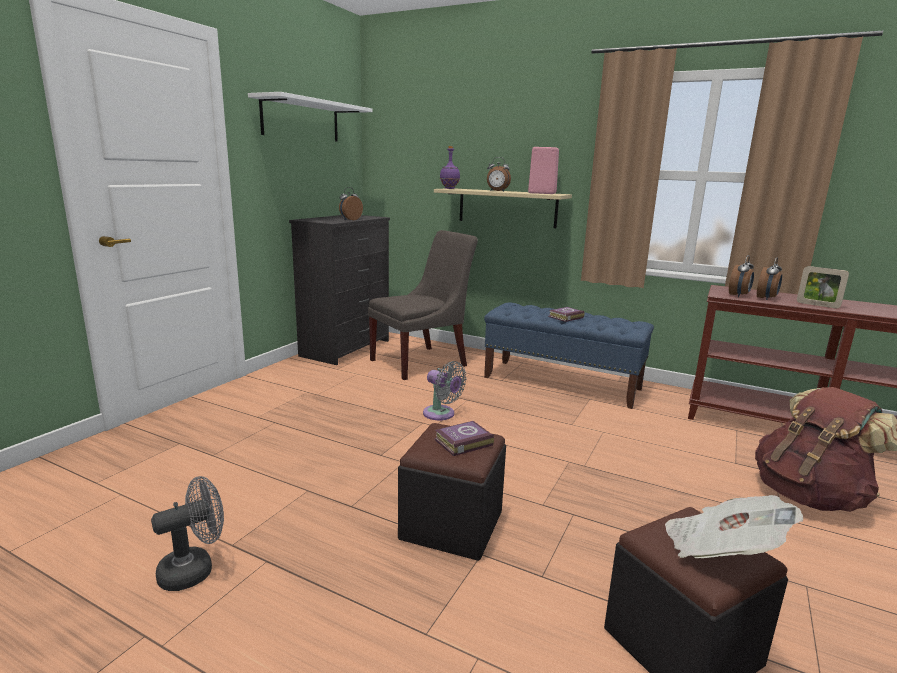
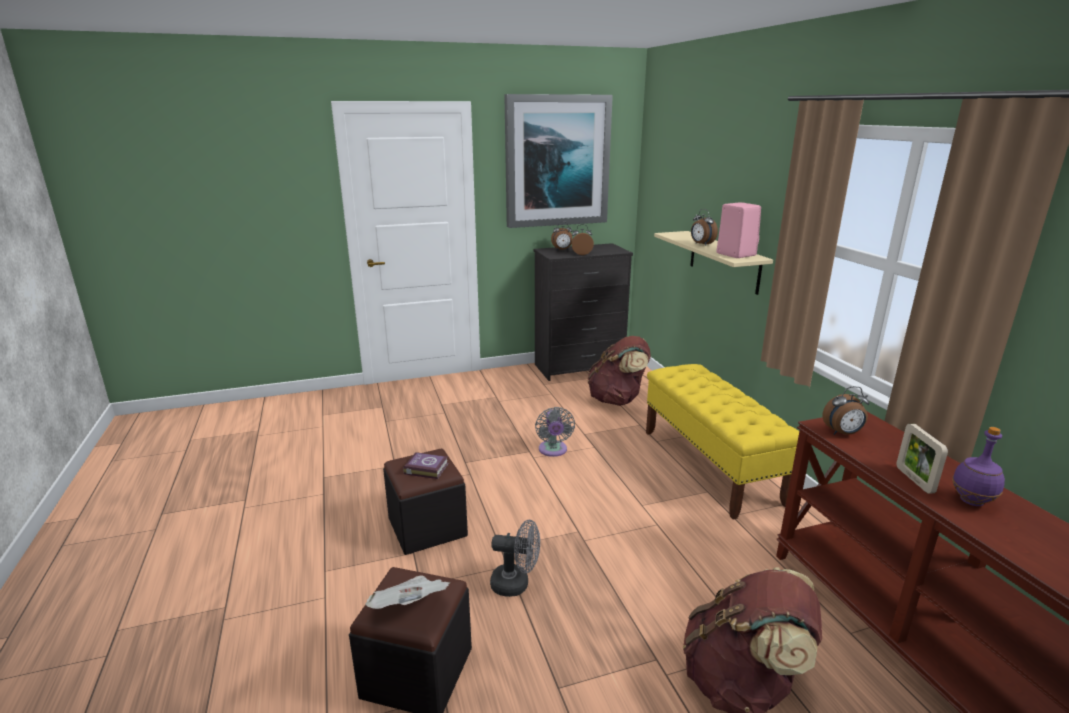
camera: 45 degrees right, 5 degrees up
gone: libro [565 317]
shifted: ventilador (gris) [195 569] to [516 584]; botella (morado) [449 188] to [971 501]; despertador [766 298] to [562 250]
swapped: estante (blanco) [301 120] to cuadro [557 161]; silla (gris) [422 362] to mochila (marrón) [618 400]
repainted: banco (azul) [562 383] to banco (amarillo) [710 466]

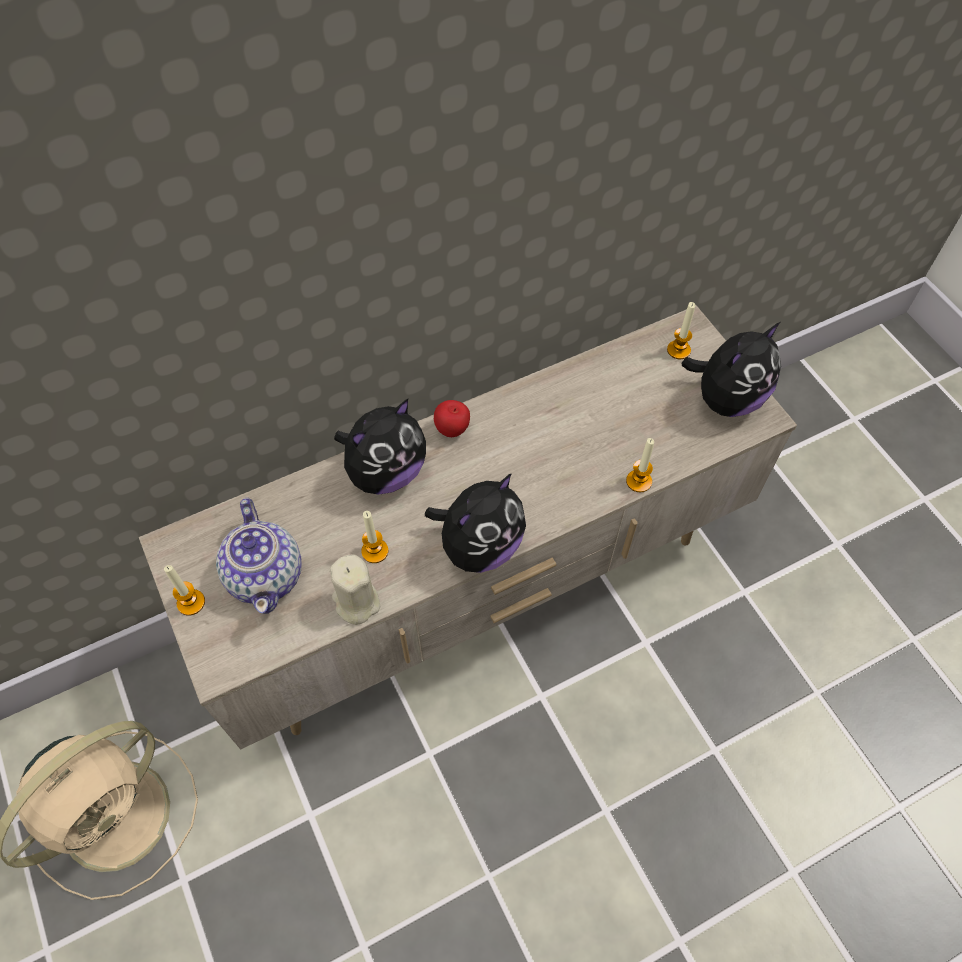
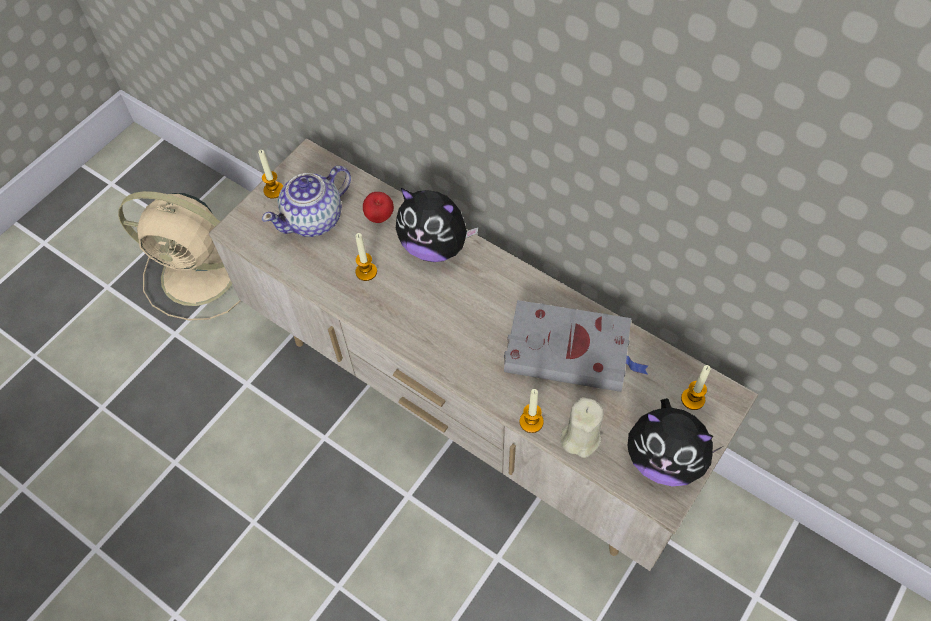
camera: 65 degrees right, 0 degrees up
gone: peluche [479 546]
new: libro (gris) [571 351]
shifted: vela (beis) [356 602] to [580 437]; manzana [452 430] to [380 218]

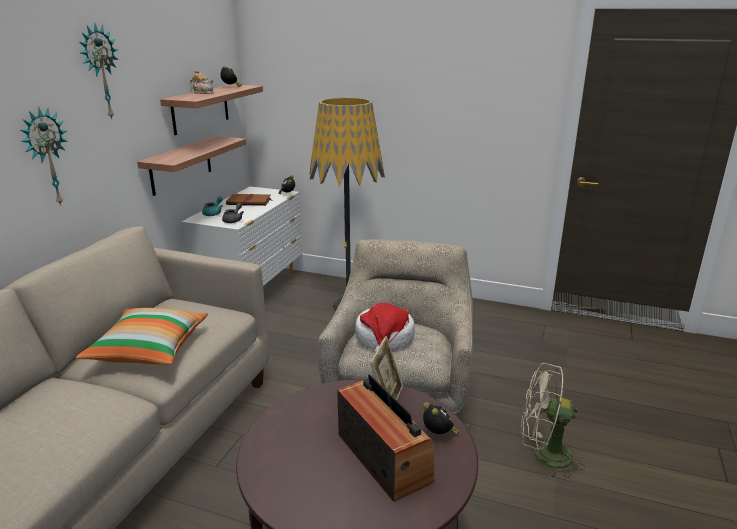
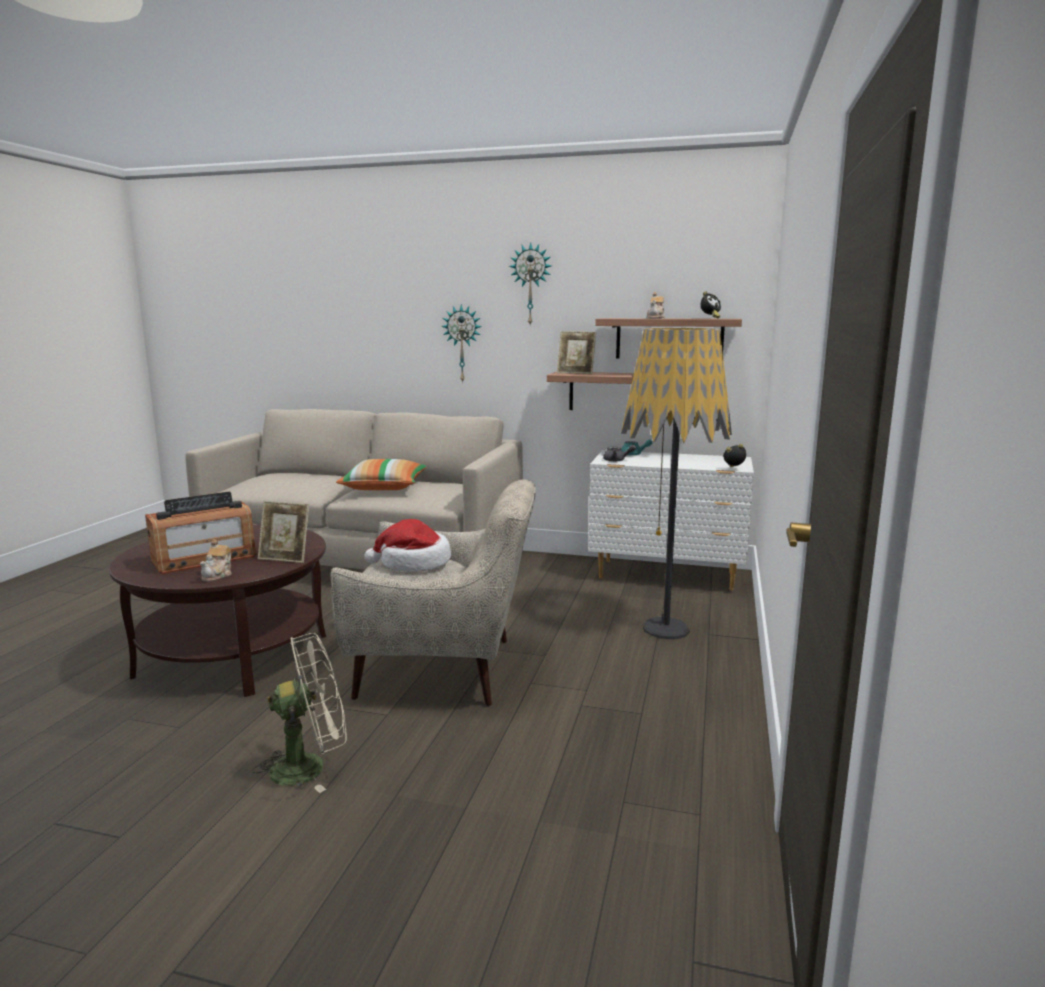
camera: 85 degrees right, 10 degrees down
gone: libro (marrón) [250 202]
new: portarretratos [576 373]
swapped: despertador [439 435] to tetera [218 575]
rotated: ventilador (beis) [543 455] = [310 766] 60 degrees clockwise

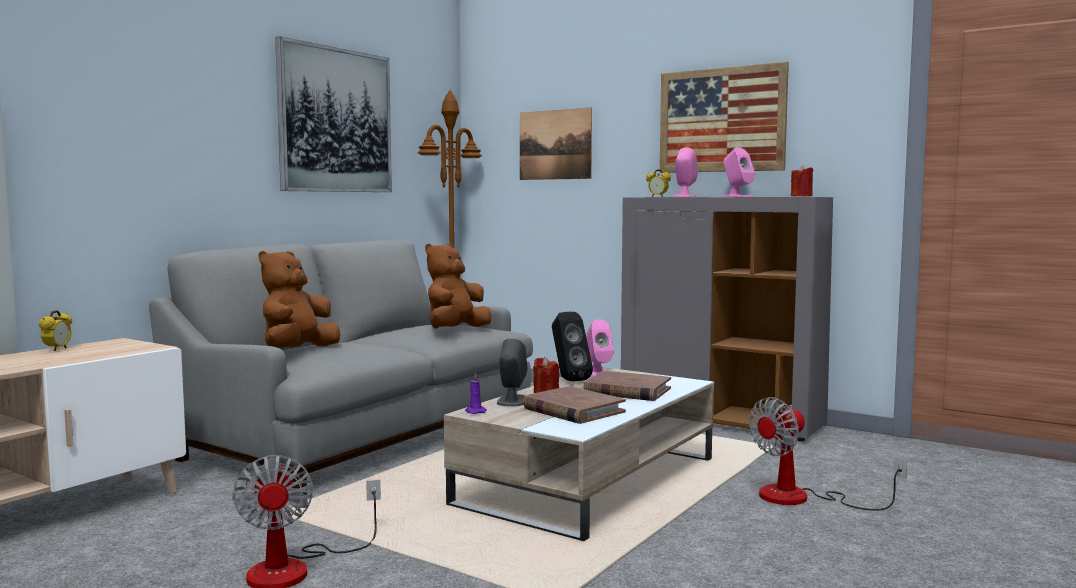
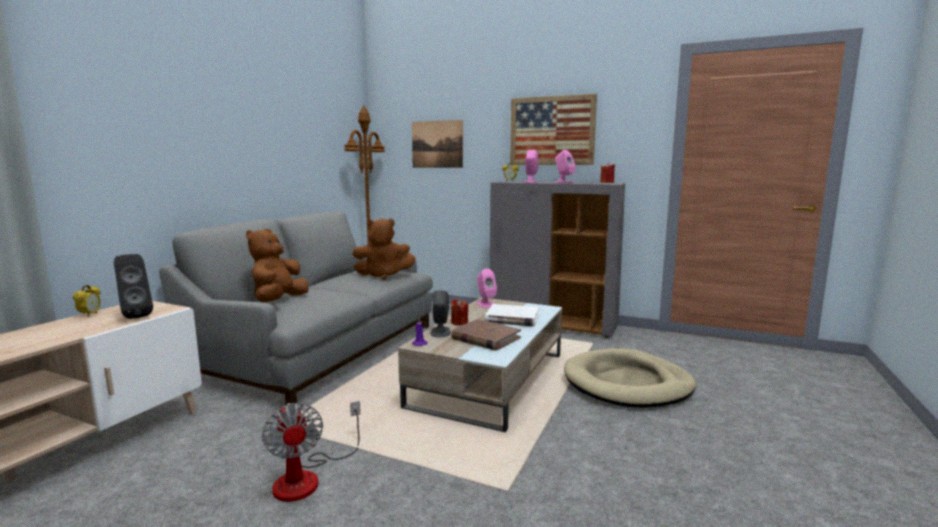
camera: 10 degrees left, 5 degrees up
gone: cuadro [335 120]
shifted: altavoz (negro) [568 380] to [136 316]
swapped: ventilador [802 498] to cama para perro (beis) [627 383]
repainted: libro (marrón) [627 391] to libro (blanco) [512 318]
rotated: peluche (marrón) [455 330] = [383 275] 120 degrees counterclockwise

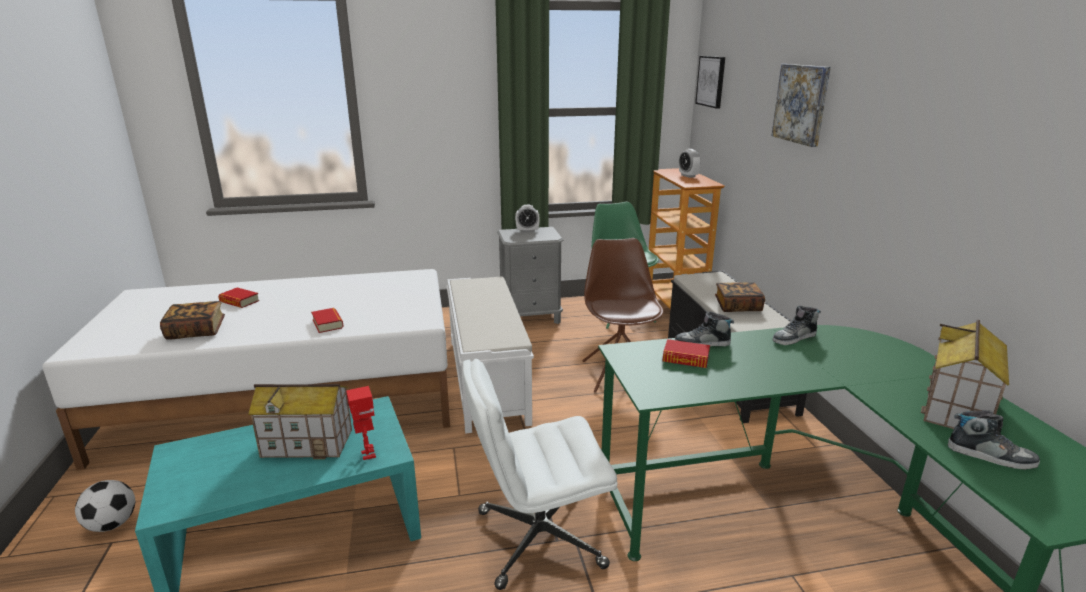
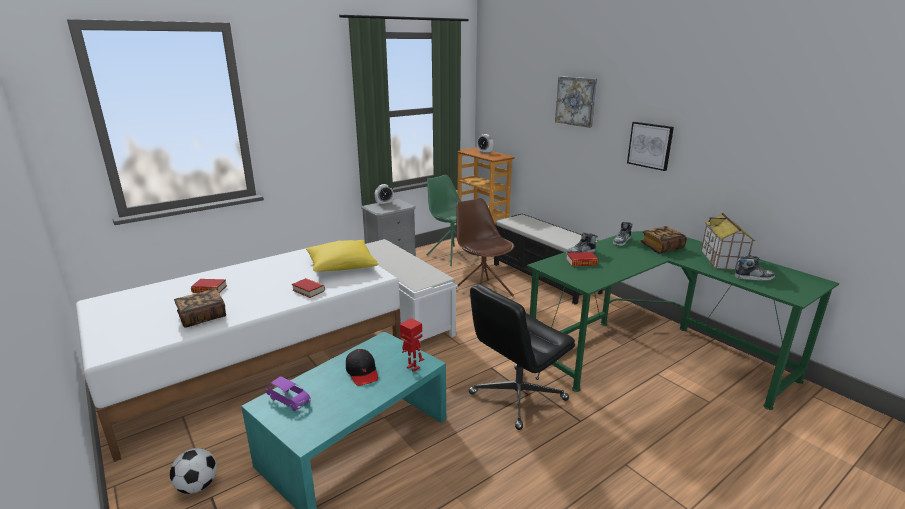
camera: 25 degrees left, 0 degrees up
new: coche de juguete (morado) [289 400]; cojín (amarillo) [341 266]
shifted: cuadro [711 81] to [650 145]; libro [738 306] to [661 247]
swapped: casita [308 443] to gorra (negro) [362 372]
repainted: silla de oficina (blanco) [538 539] to silla de oficina (negro) [517 397]

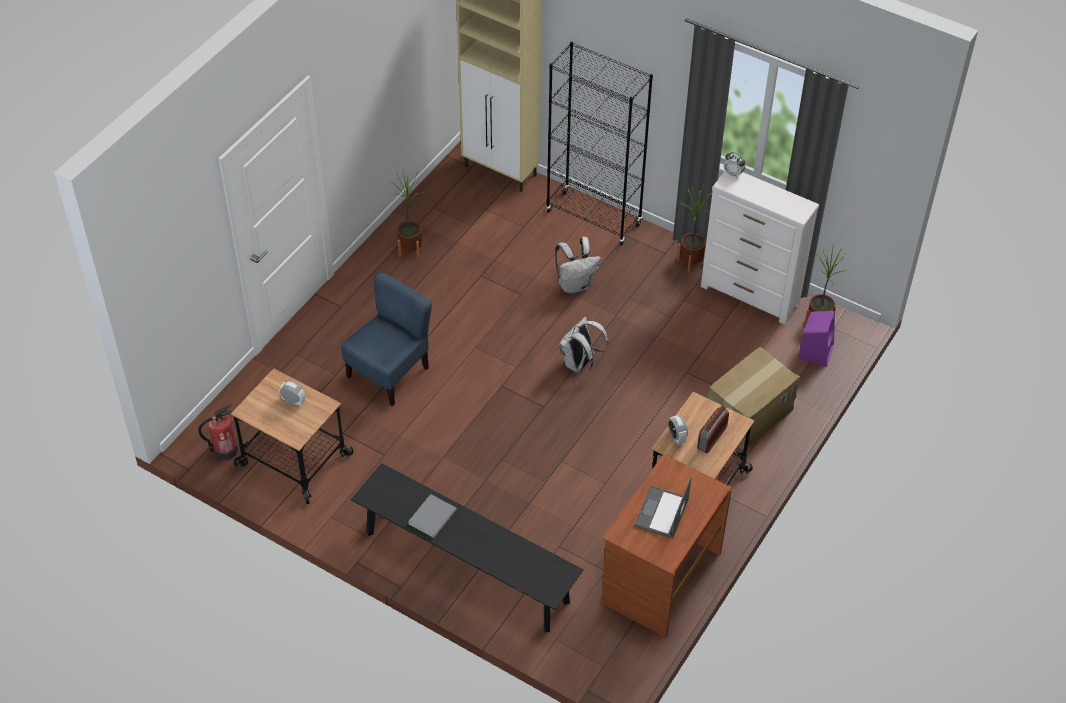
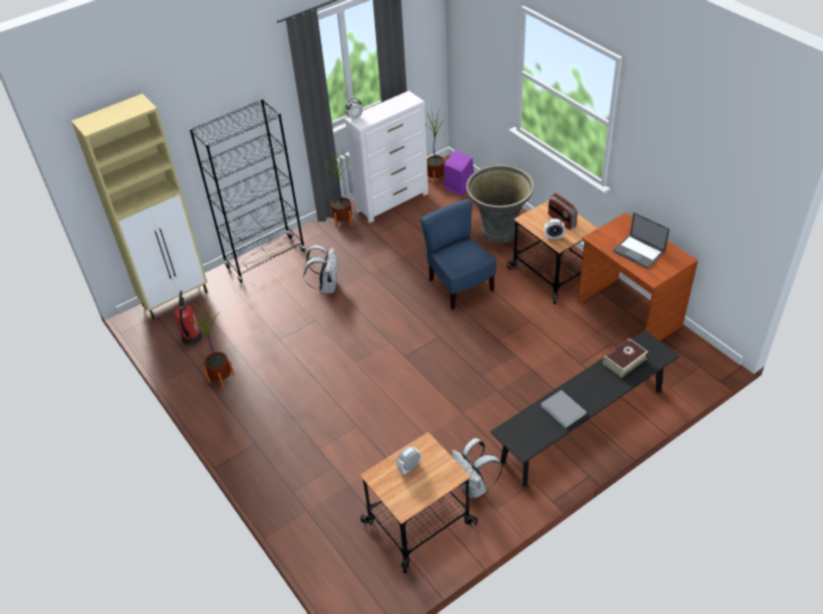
camera: 65 degrees left, 5 degrees down
new: libro [624 361]
shifted: extintor [225 450] to [191 338]; silla (azul) [389 373] to [460 286]; mochila (blanco) [580 364] to [473 486]
swapped: caja de cartón [748 413] to maceta (gris) [498 231]

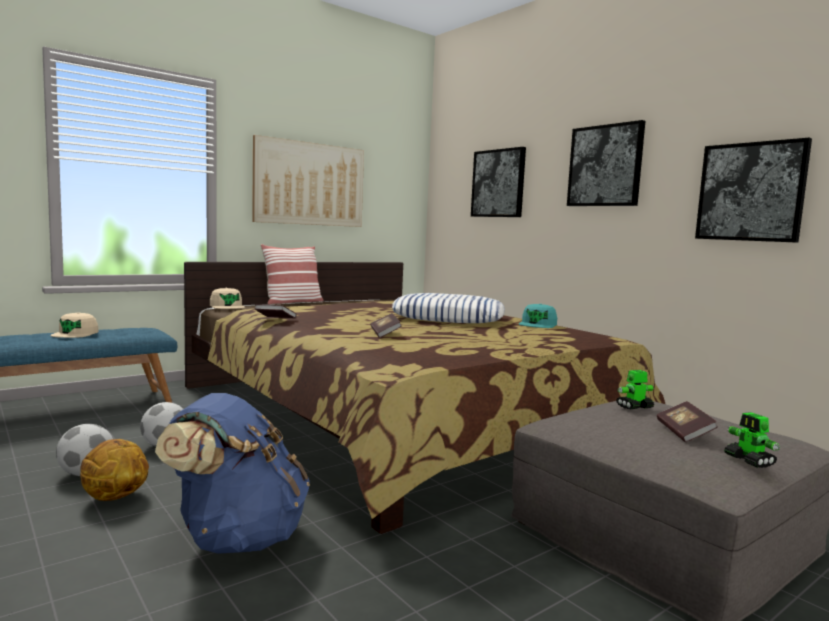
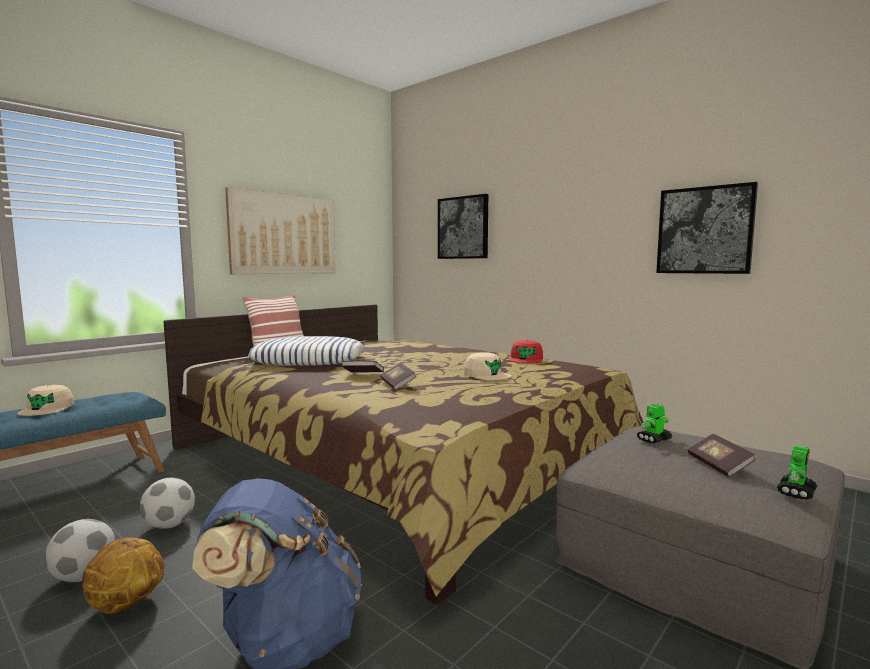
camera: 10 degrees left, 0 degrees up
gone: cuadro [605 166]
shifted: gorra (beis) [227 306] to [486 375]; libro [275 319] to [363 375]; cojín [448 318] to [308 360]
repainted: gorra (turquesa) [538 324] to gorra (rojo) [526 359]
rotated: robot de juguete [749 461] = [796 492] 105 degrees counterclockwise

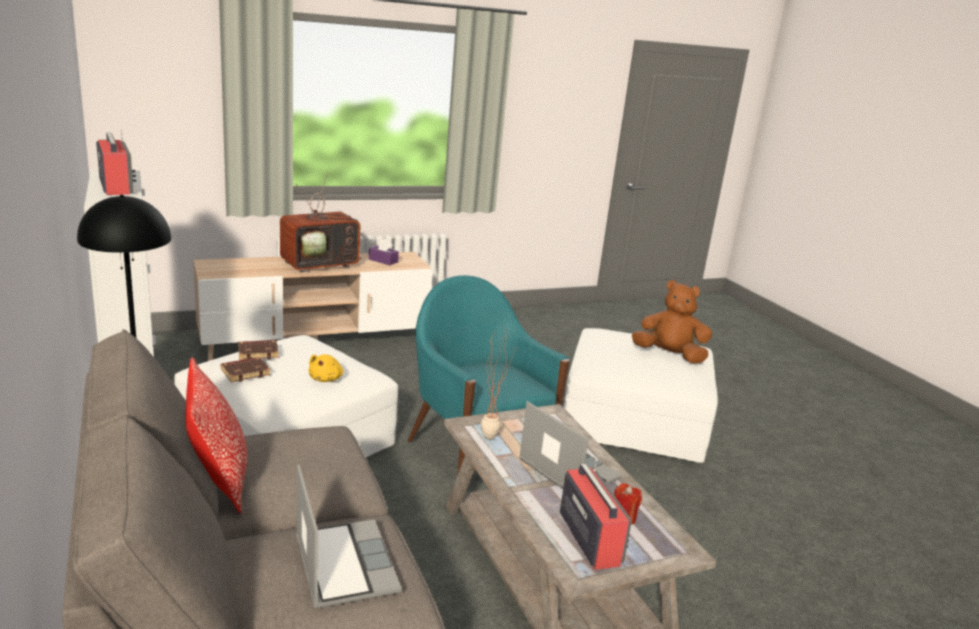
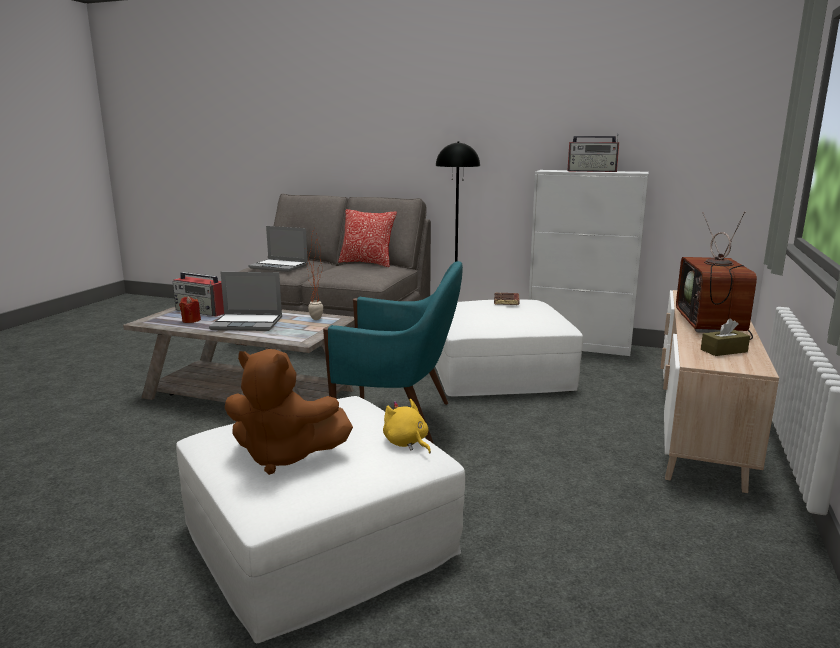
camera: 135 degrees right, 5 degrees down
gone: libro (marrón) [258 353]
shifted: peluche (amarillo) [326 379] to [407 443]
repainted: caja de pañuelos (morado) [383 260] to caja de pañuelos (marrón) [724 351]
rotated: peluche (marrón) [669 355] = [284 456] 45 degrees clockwise

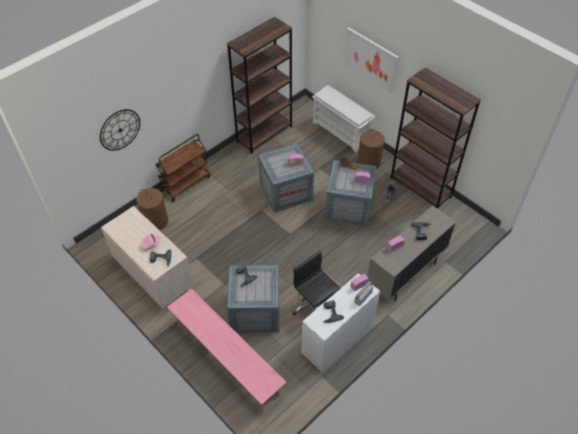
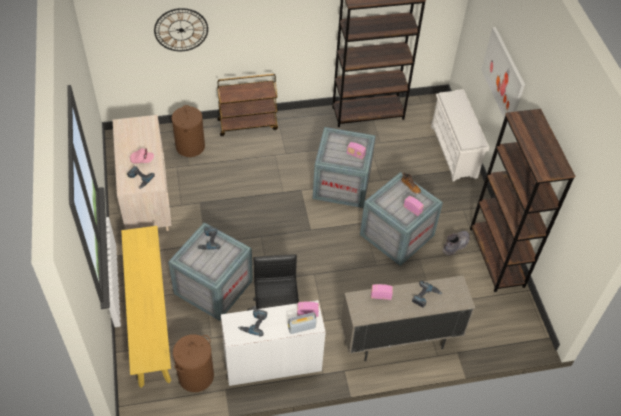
camera: 30 degrees right, 0 degrees up
shifted: cesto de la ropa (marrón) [369 163] to [195 376]
repainted: banco (rosa) [227 359] to banco (amarillo) [149 317]

